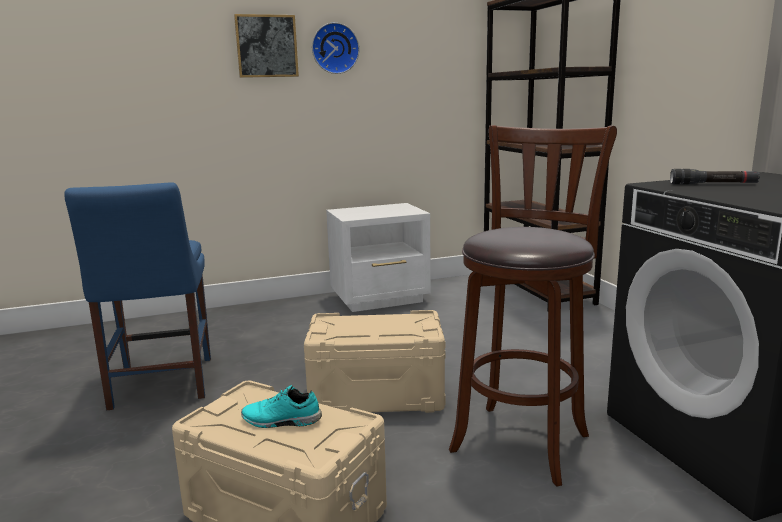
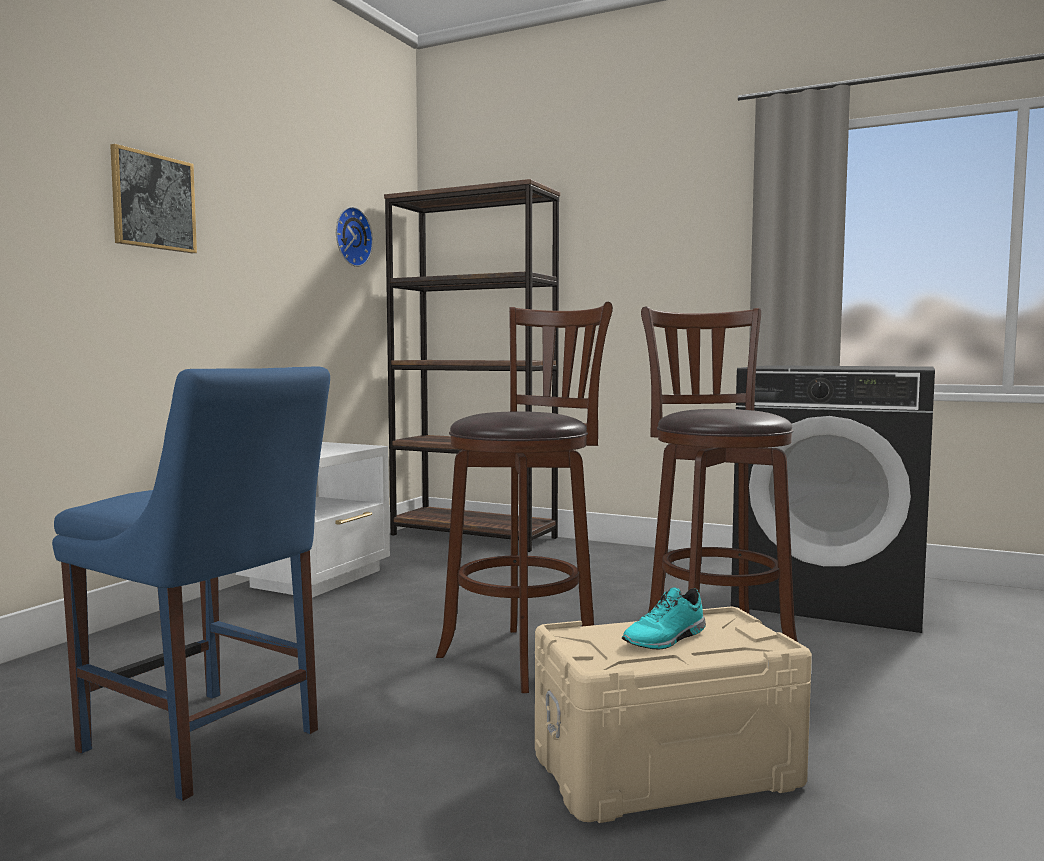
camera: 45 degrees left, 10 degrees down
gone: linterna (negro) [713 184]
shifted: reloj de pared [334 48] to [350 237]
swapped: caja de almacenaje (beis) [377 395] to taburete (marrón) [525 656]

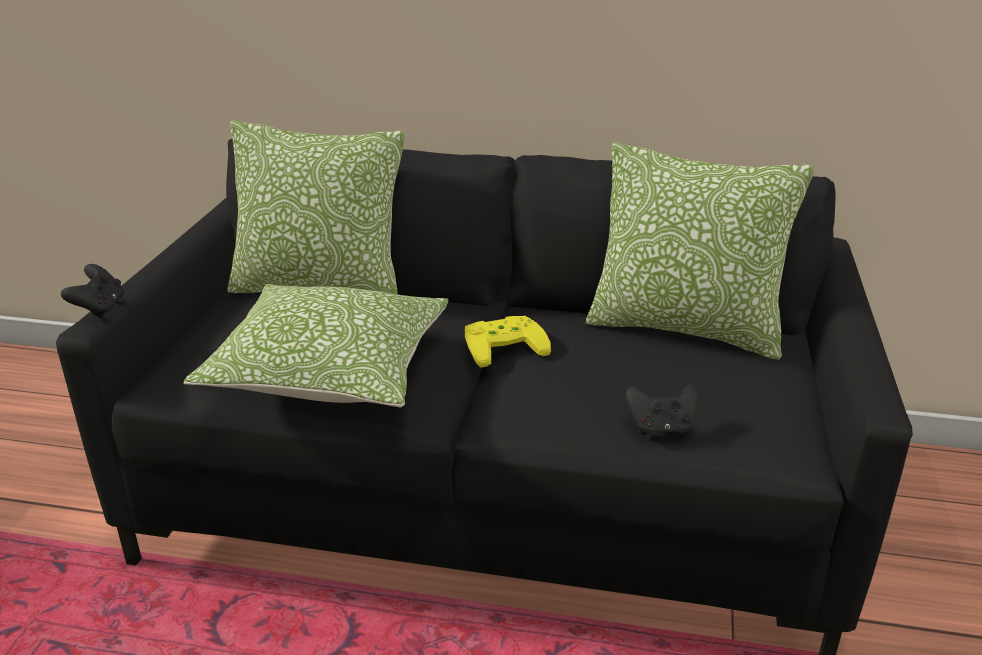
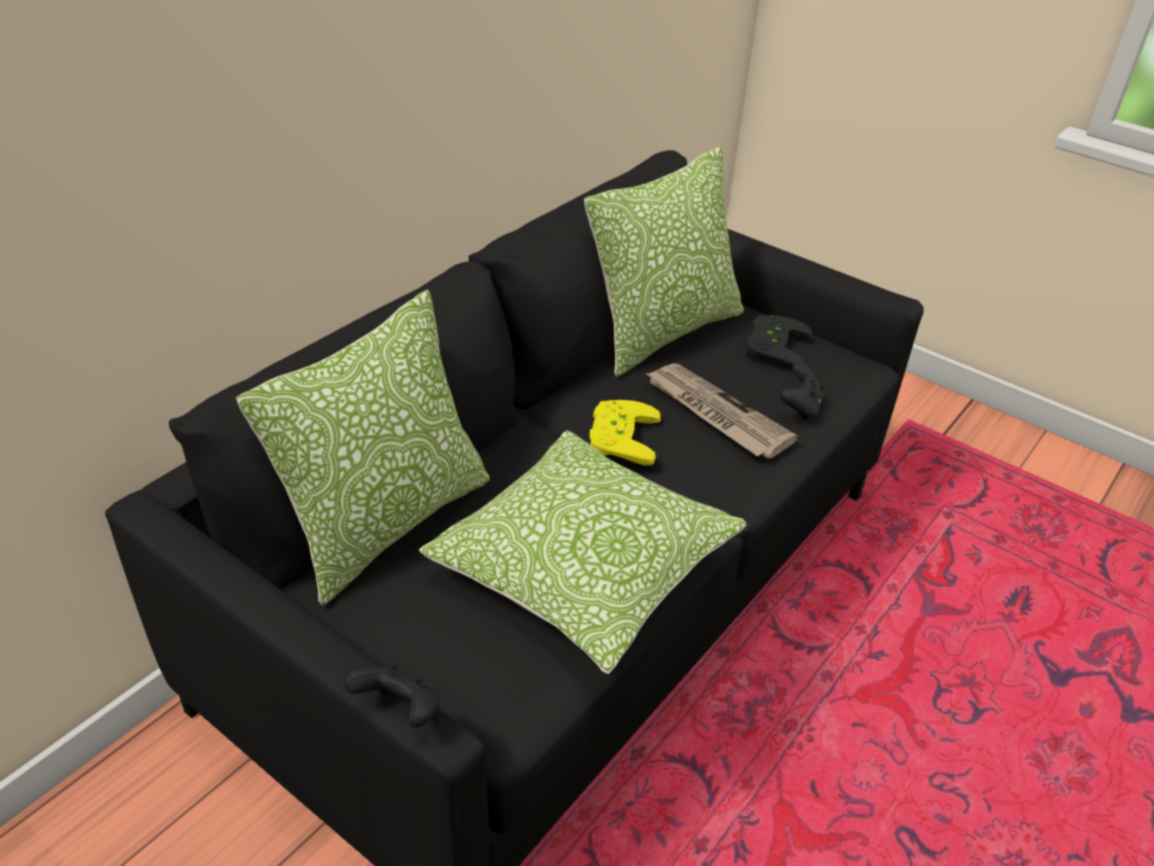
camera: 65 degrees left, 10 degrees up
new: periódico [715 413]; mando de consola (negro) [772 346]

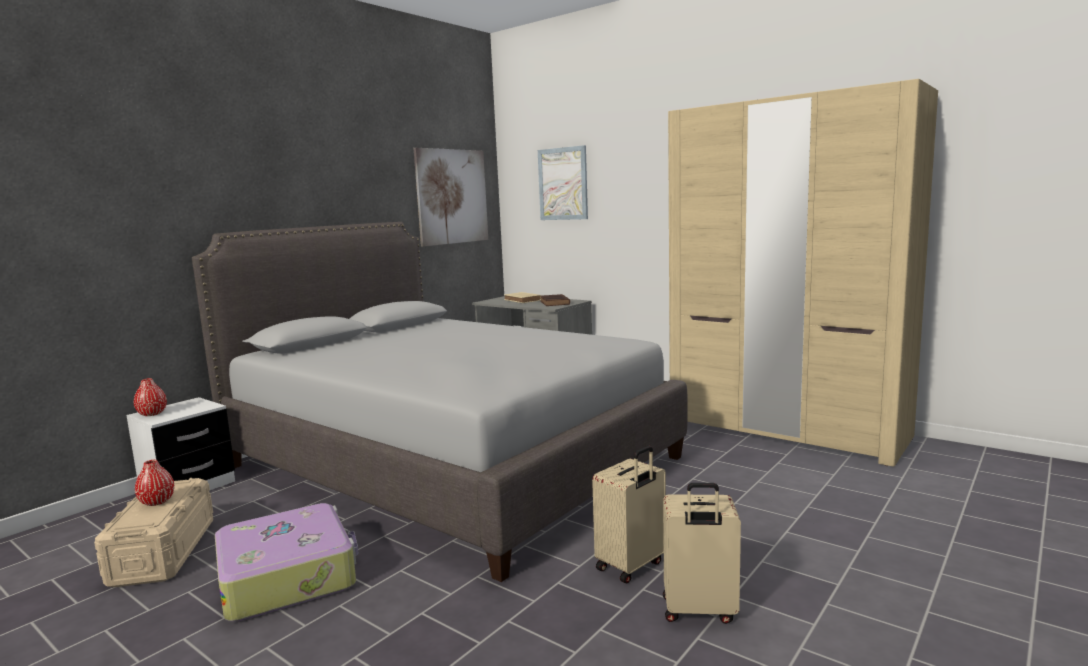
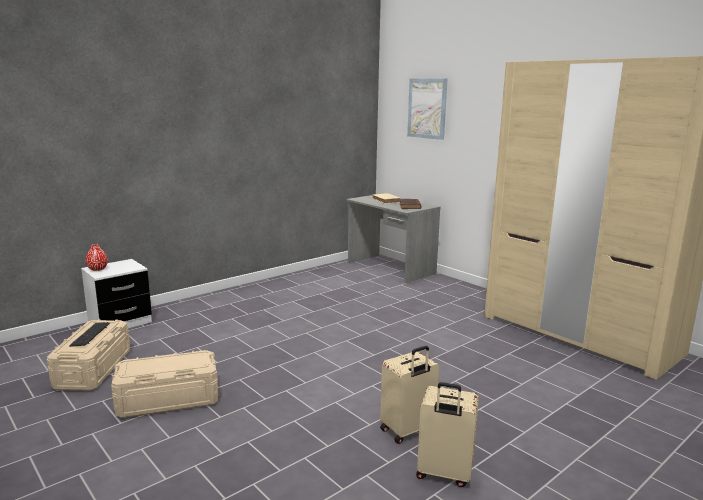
camera: 10 degrees right, 5 degrees up
gone: cama (gris) [449 461]; cuadro [452 196]
swapped: florero (rojo) [157 502] to teclado [90 335]; maleta [288 576] to caja de almacenaje (beis) [168 400]

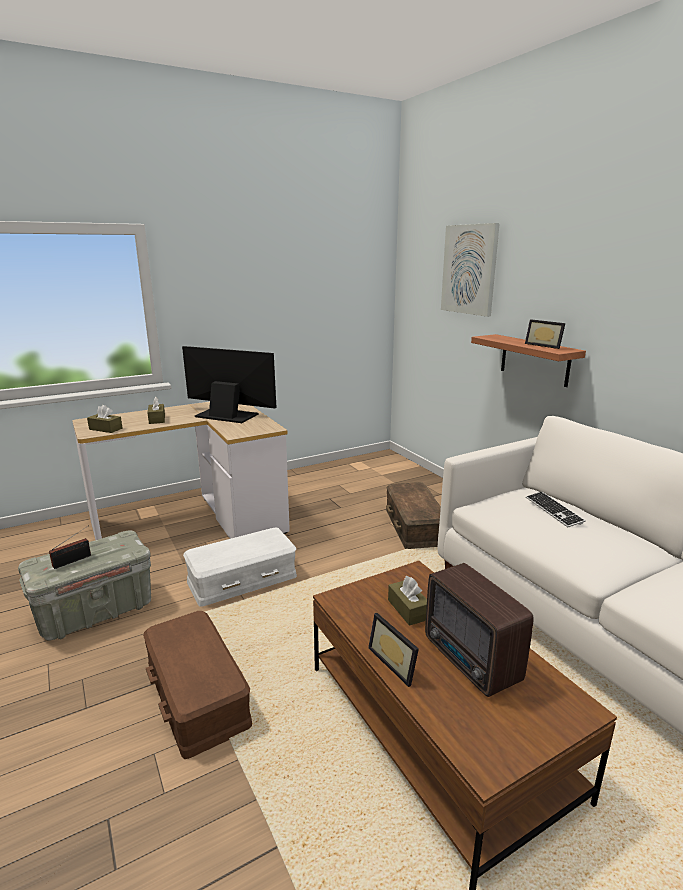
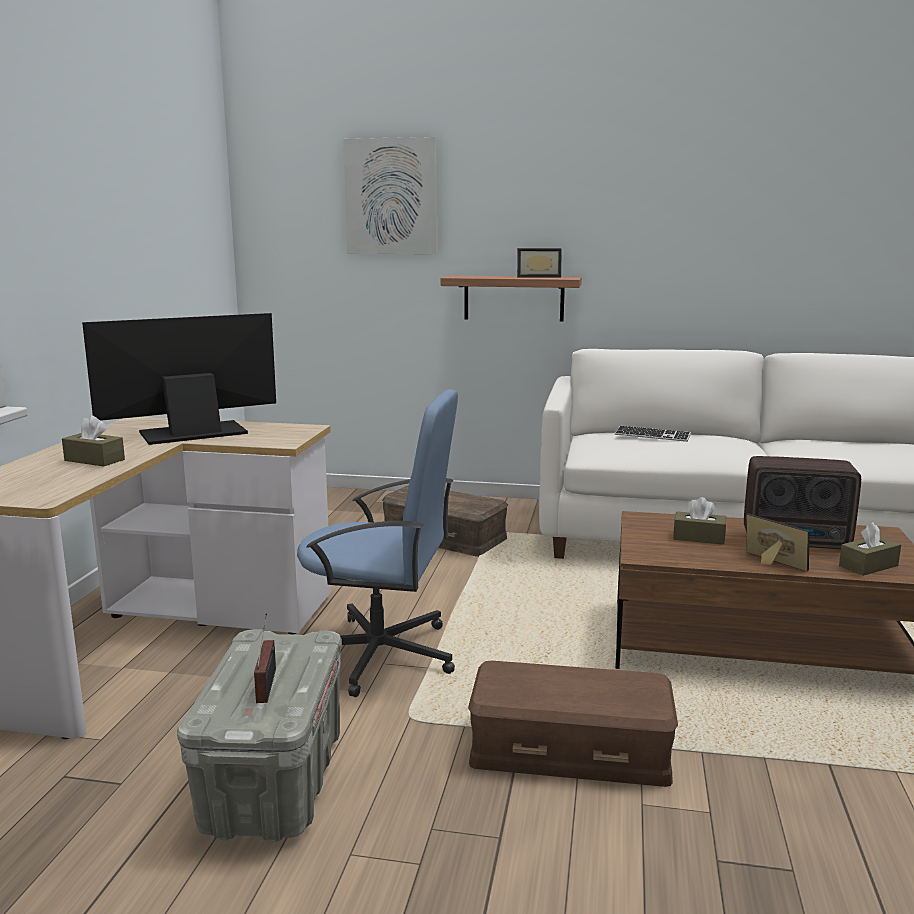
camera: 50 degrees left, 5 degrees down
shifted: caja de pañuelos (marrón) [105 429] to [868 566]
swapped: caja de almacenaje (blanco) [242 579] to silla de oficina (azul) [380 655]
rotated: portarretratos [396 662] = [771 563] 135 degrees counterclockwise

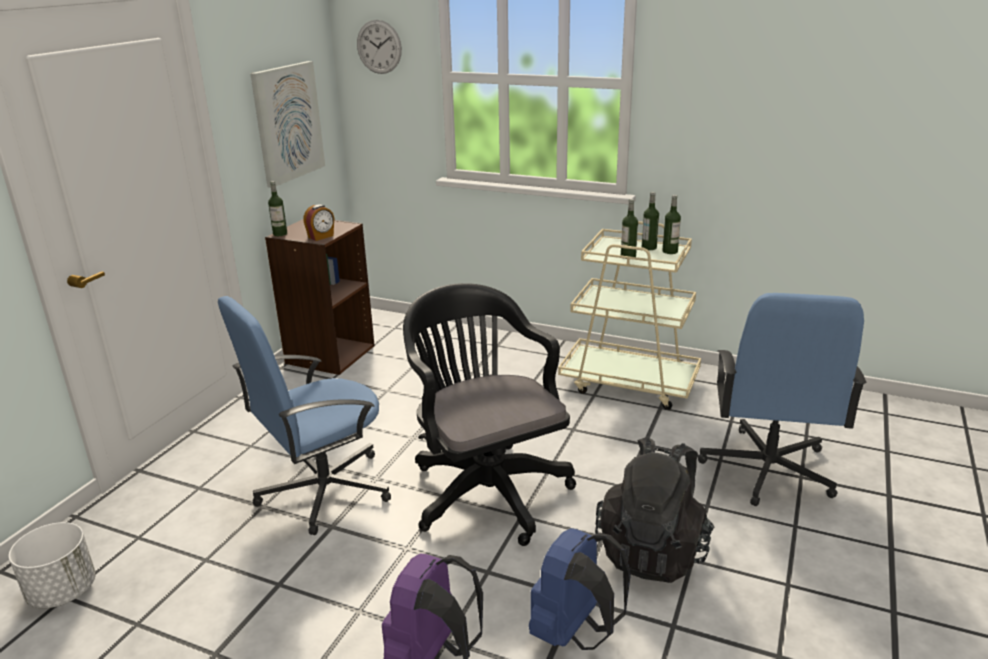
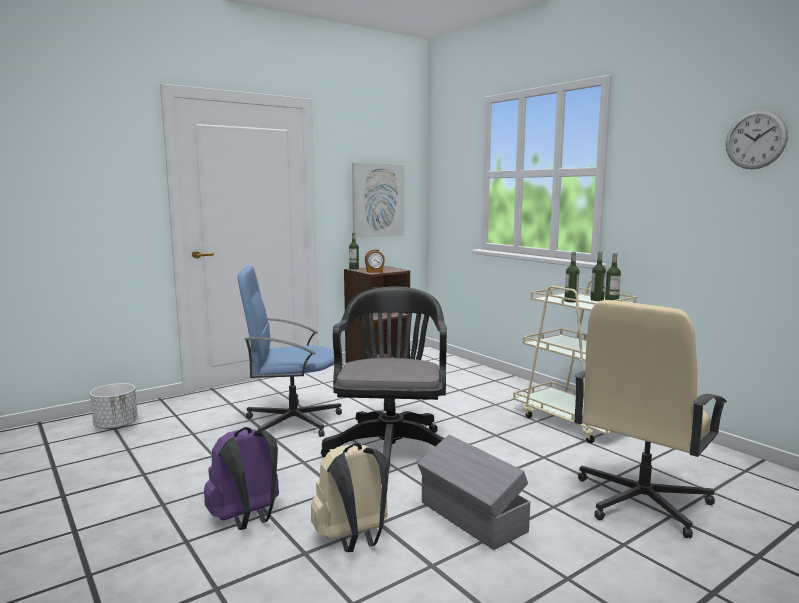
camera: 30 degrees right, 15 degrees down
shifted: reloj de pared [379 47] to [755 139]
swapped: mochila (negro) [653 550] to caja de almacenaje (gris) [472 517]
repainted: mochila (azul) [574 632] to mochila (beis) [353 540]; silla de oficina (azul) [767 469] to silla de oficina (beis) [640 501]

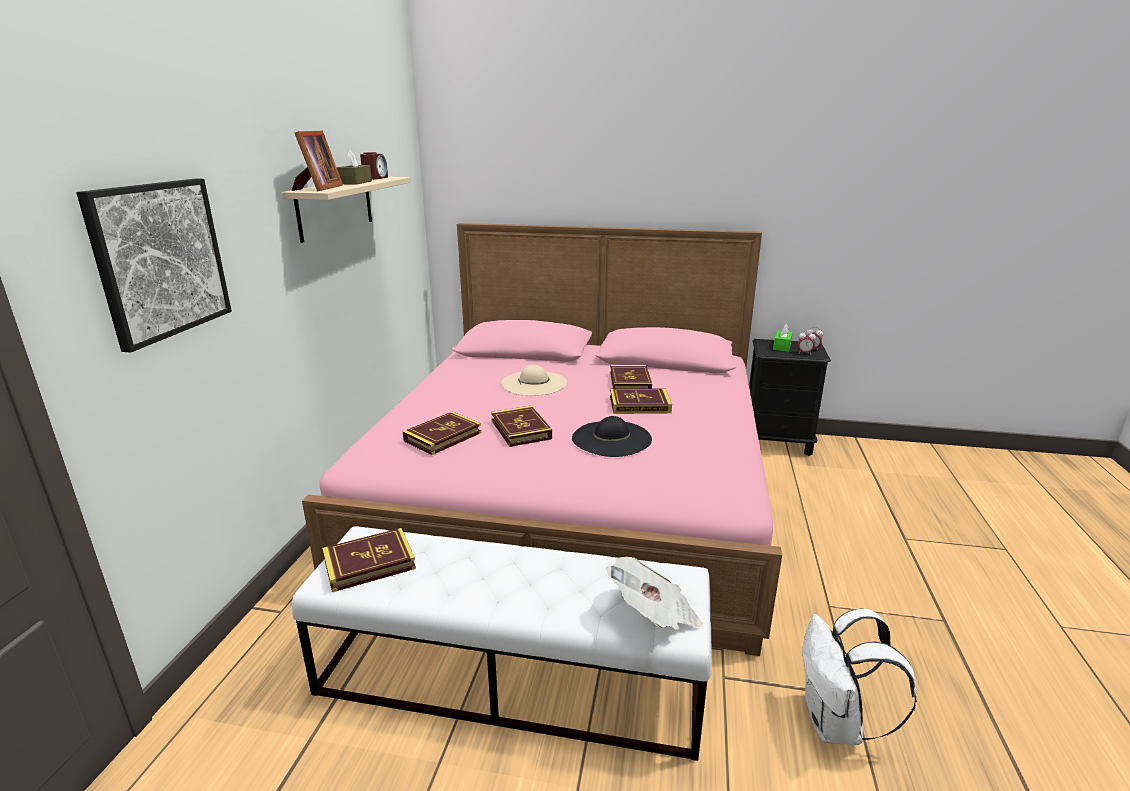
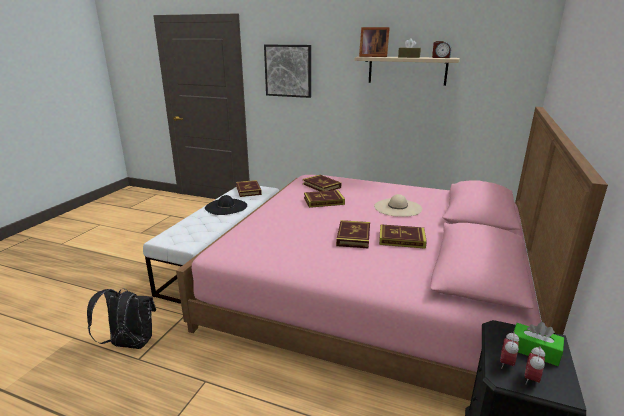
camera: 100 degrees right, 0 degrees up
gone: periódico [653 614]
shifted: sombrero (negro) [611 438] to [226 207]
repainted: mochila (blanco) [836 724] to mochila (negro) [130 344]

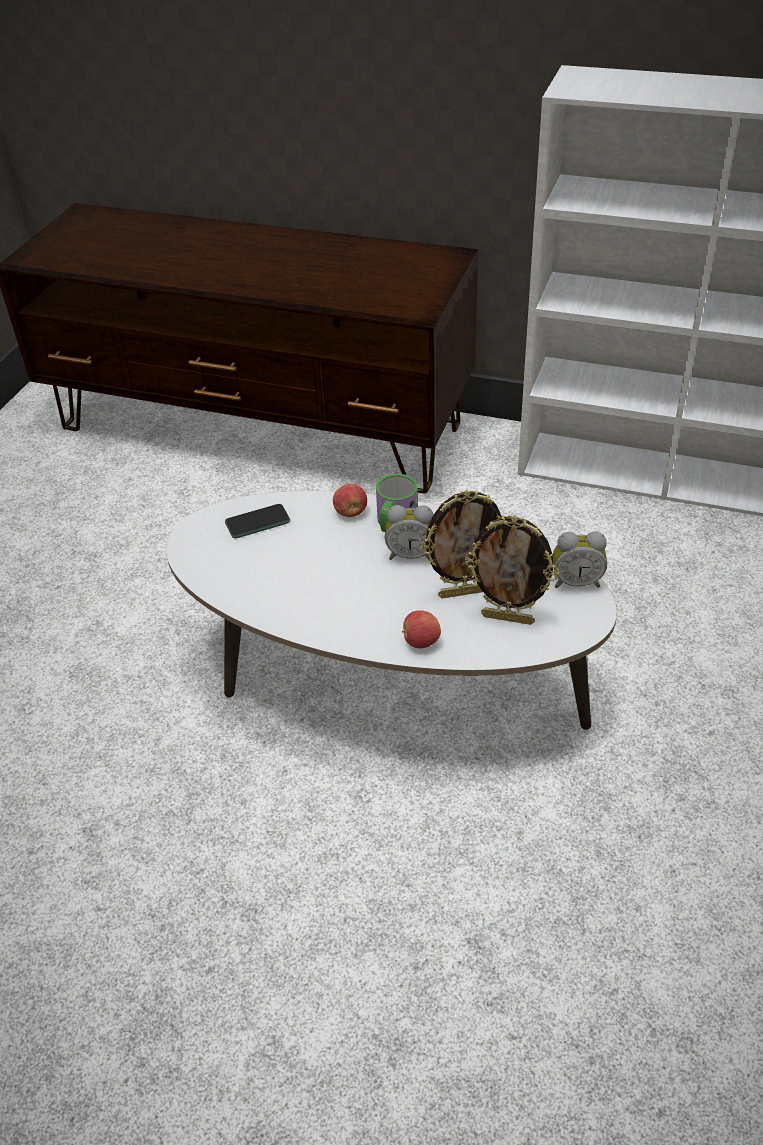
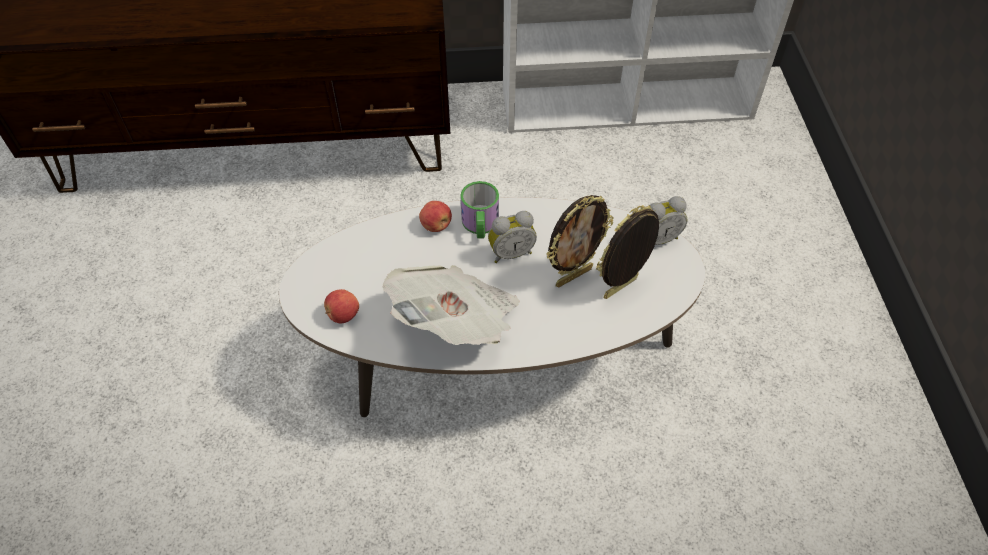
camera: 25 degrees left, 10 degrees up
gone: móvil [257 522]
new: periódico [457 322]
shifted: manzana [421 641] to [343 315]
rotated: portarretratos [508 618] = [621 289] 150 degrees clockwise

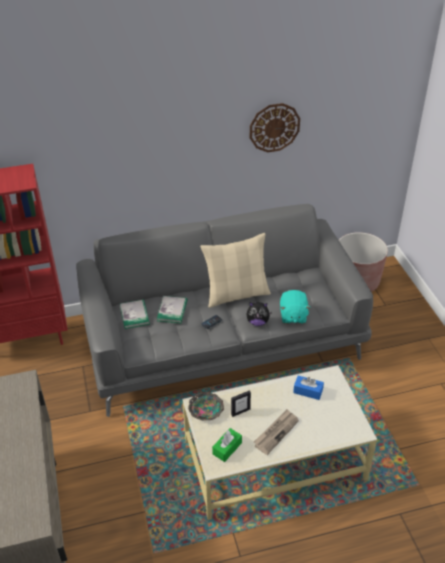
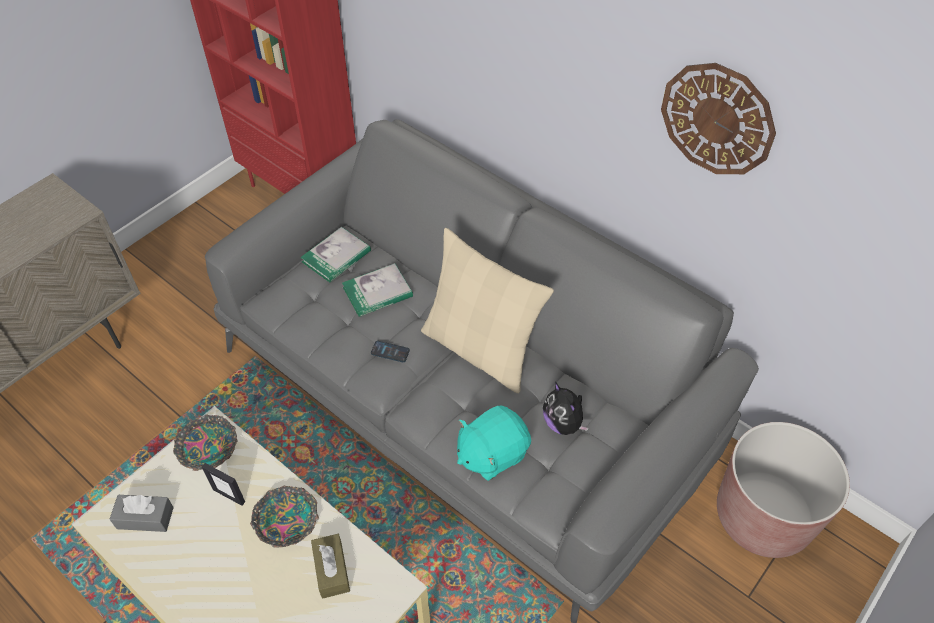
camera: 55 degrees right, 10 degrees up
gone: periódico [276 432]
new: cuenco [287 520]
shifted: peluche [257 322] to [563 423]
repainted: caja de pañuelos (verde) [227 448] to caja de pañuelos (gris) [145 518]; caja de pañuelos (azul) [308 391] to caja de pañuelos (marrón) [331 570]

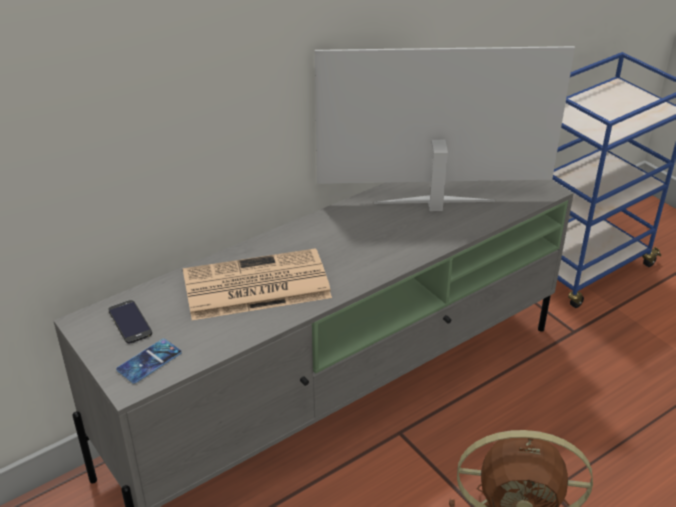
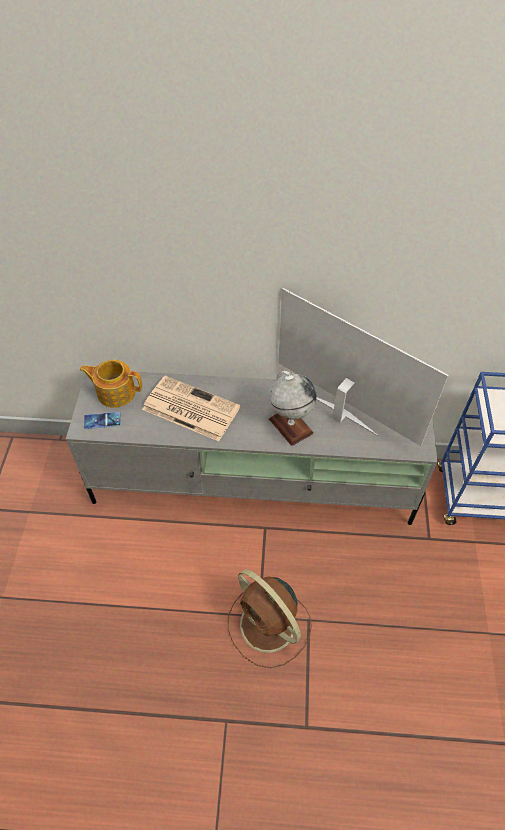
camera: 40 degrees right, 15 degrees up
new: globo terráqueo [290 426]
swapped: móvil [130 322] to tetera [115 392]

